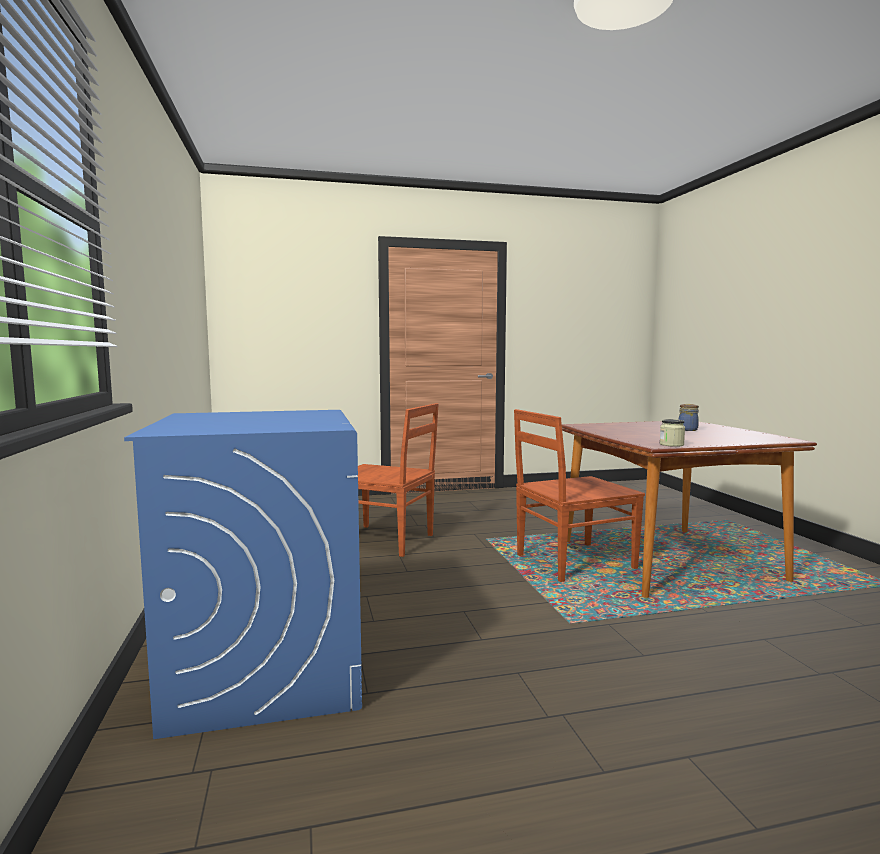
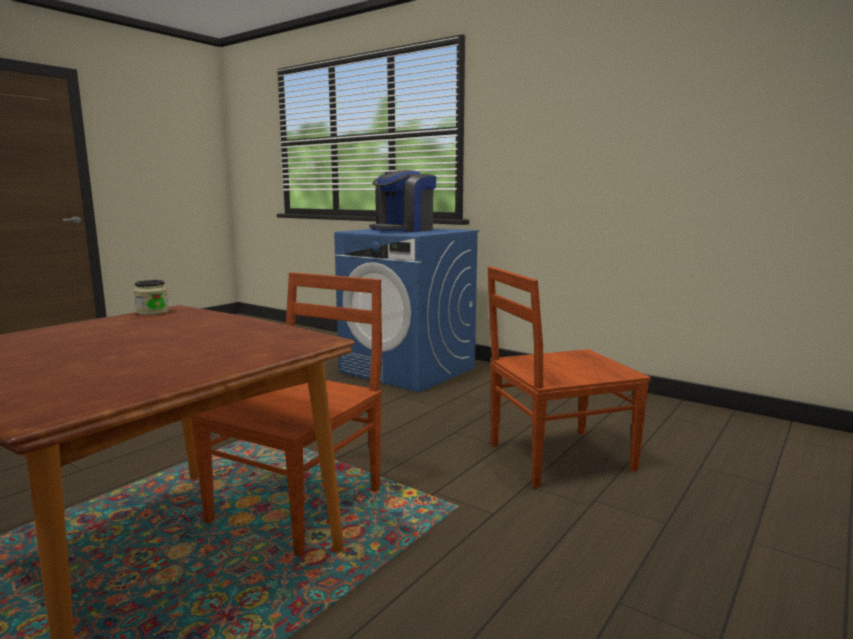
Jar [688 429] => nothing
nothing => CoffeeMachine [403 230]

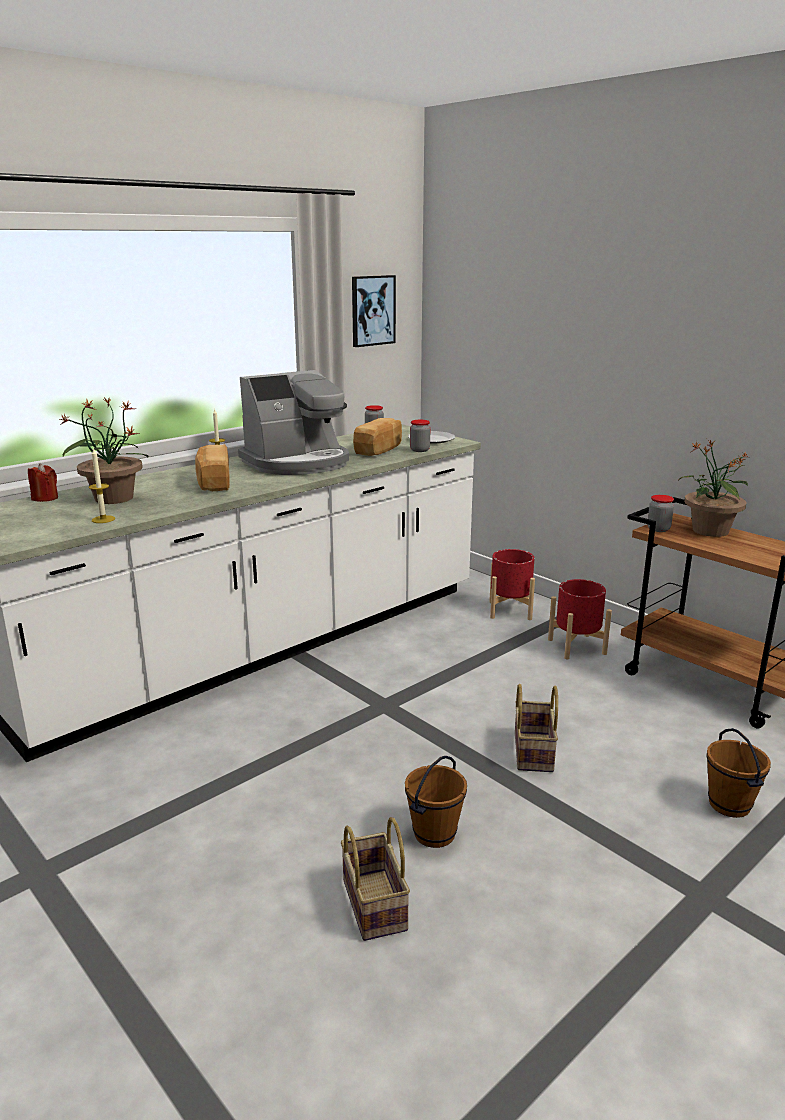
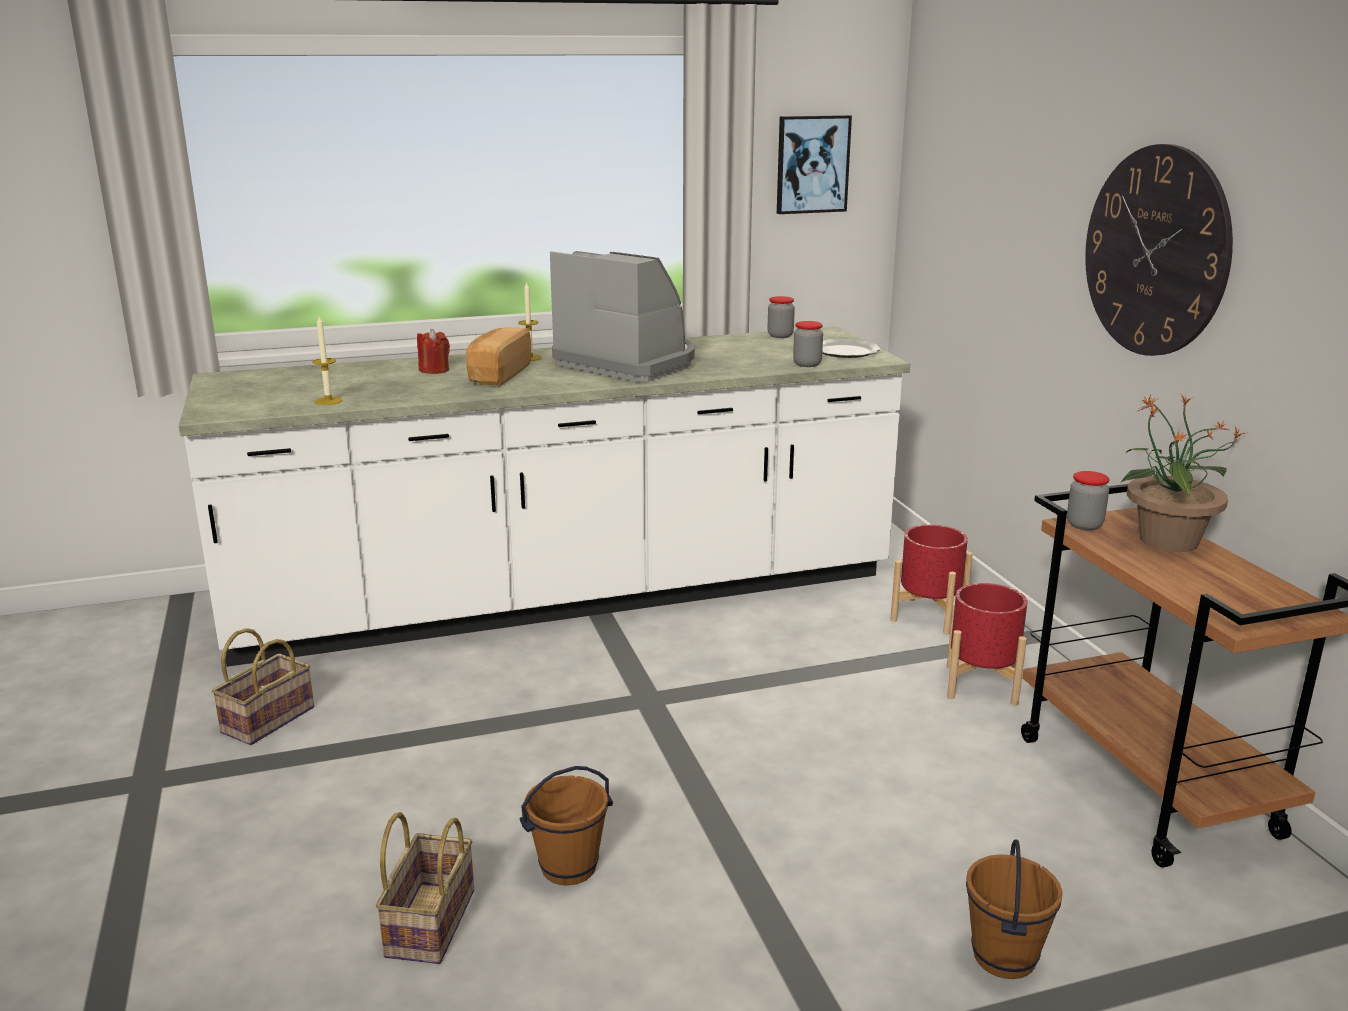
CoffeeMachine [298 463] => CoffeeMachine [628 362], 135 degrees counterclockwise
PottedPlant [113 498] => nothing
Bread [380 450] => nothing
RedCandle [45 498] => RedCandle [434 370], moved
Basket [531 751] => Basket [268 718], moved
nothing => WallClock [1155 251]

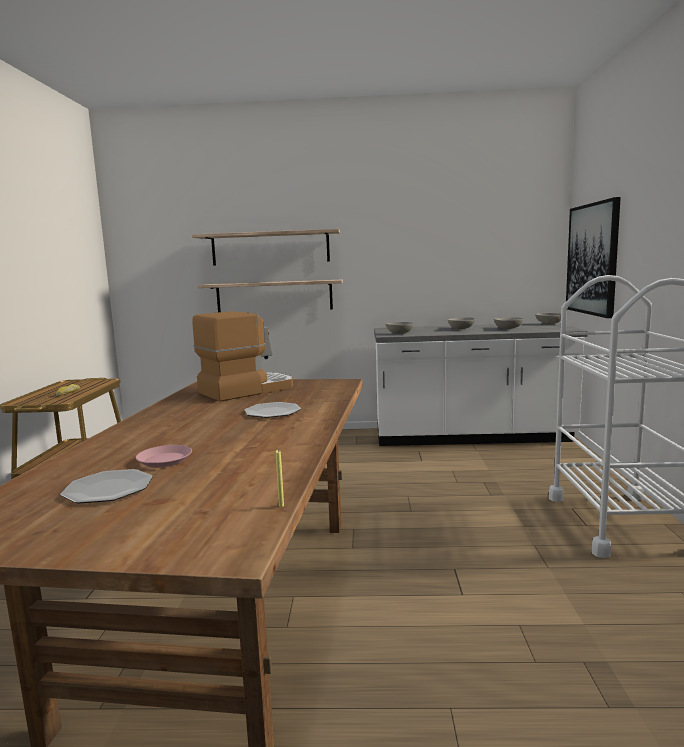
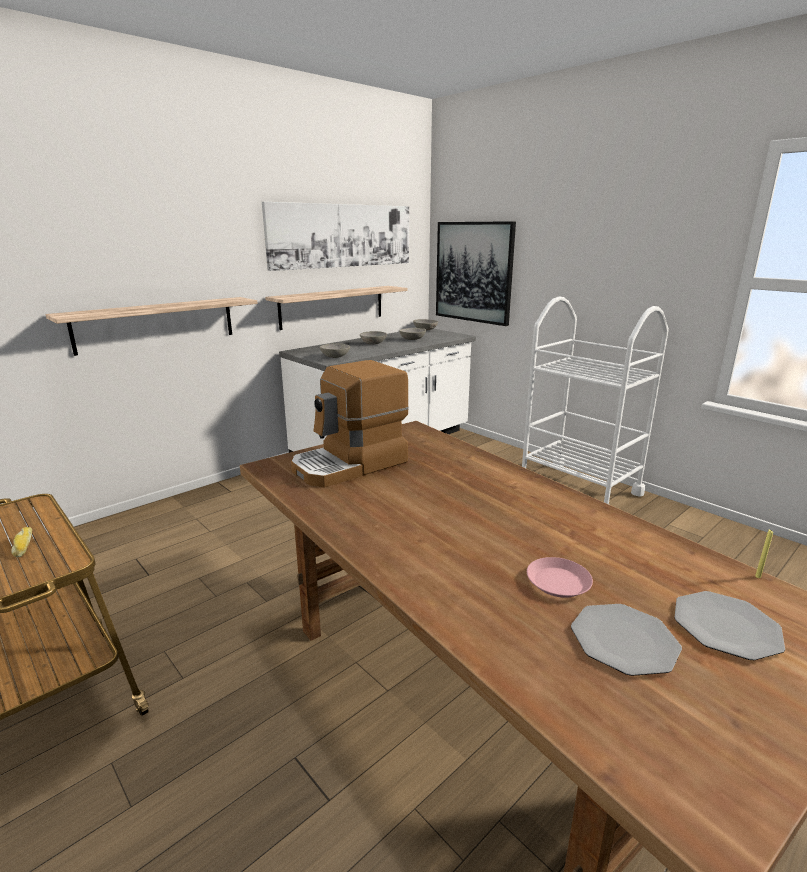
Shelf [270 248] => Shelf [332 306], moved
CoffeeMachine [246 390] => CoffeeMachine [350 465], 135 degrees counterclockwise
Plate [272 412] => Plate [725 626], moved
nothing => Picture [342 236]

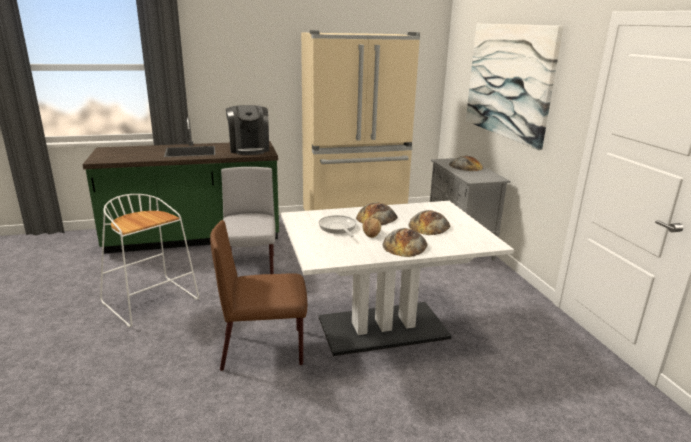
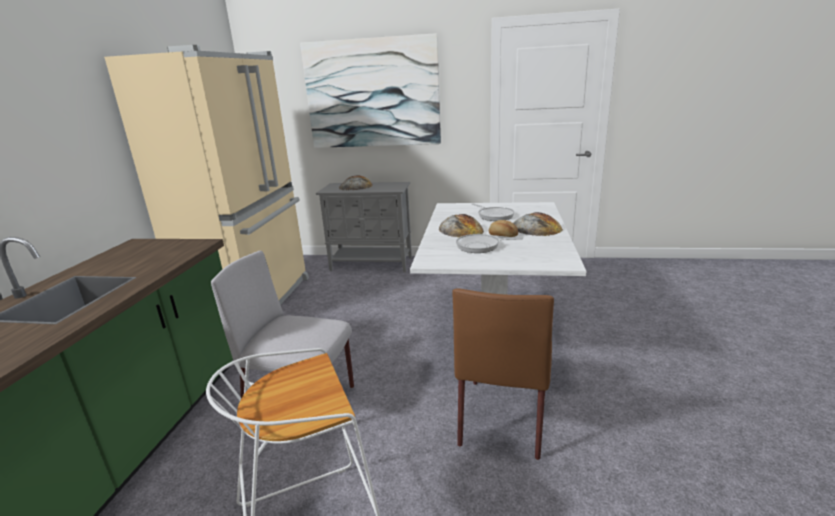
CoffeeMachine [249 149] => nothing
Bread [429 225] => FryingPan [494 216]

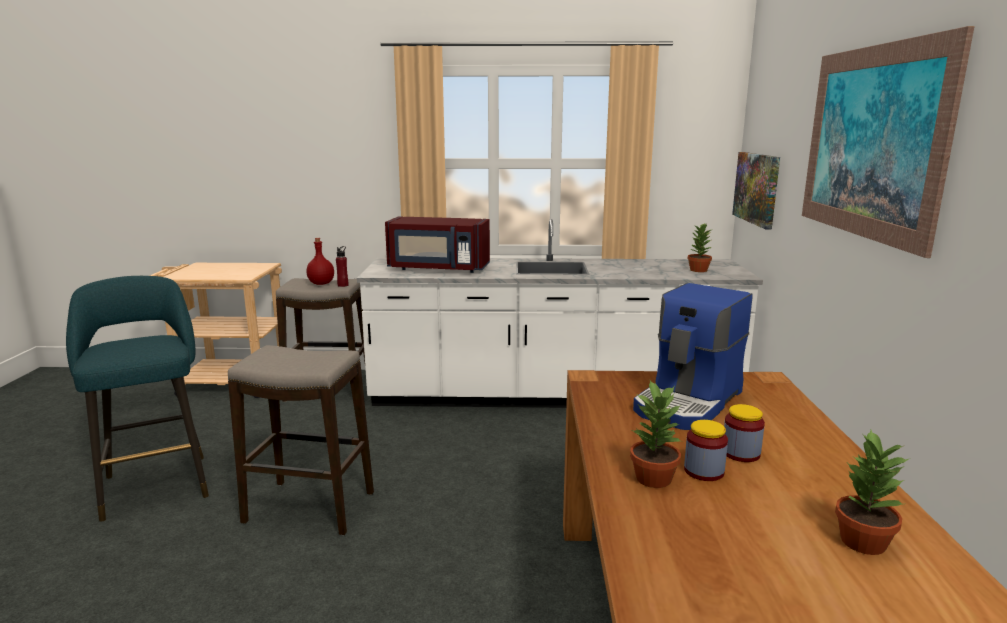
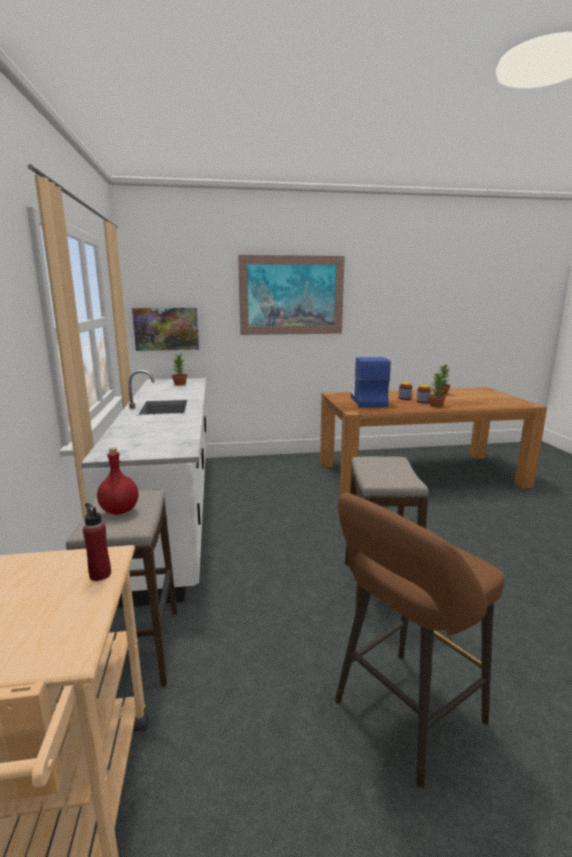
RedMicrowave [438 269] => nothing
RedBottle [343 285] => RedBottle [100 574], moved
TurquoiseStool [156 483] => BrownStool [403 715]
CoffeeMachine [689 402] => CoffeeMachine [367 401], 120 degrees counterclockwise

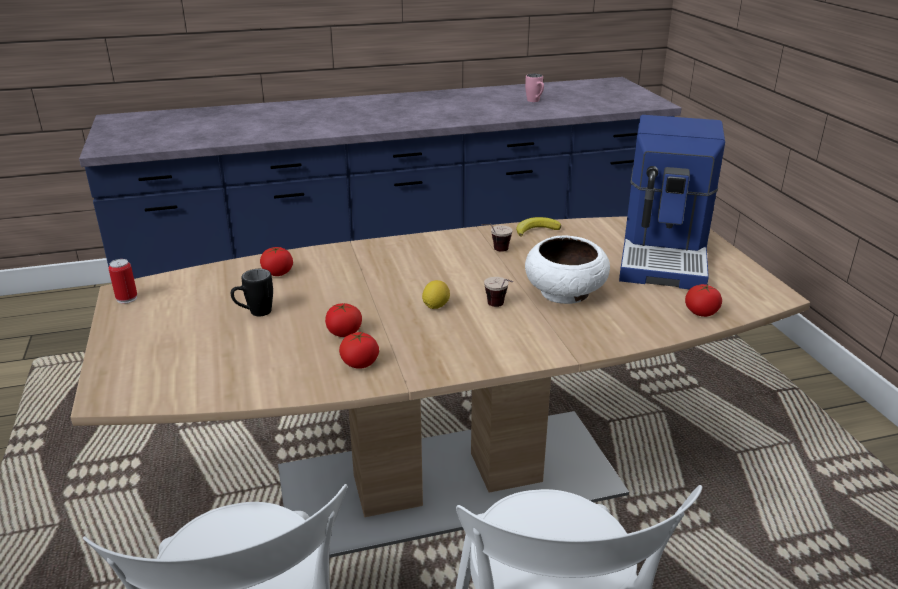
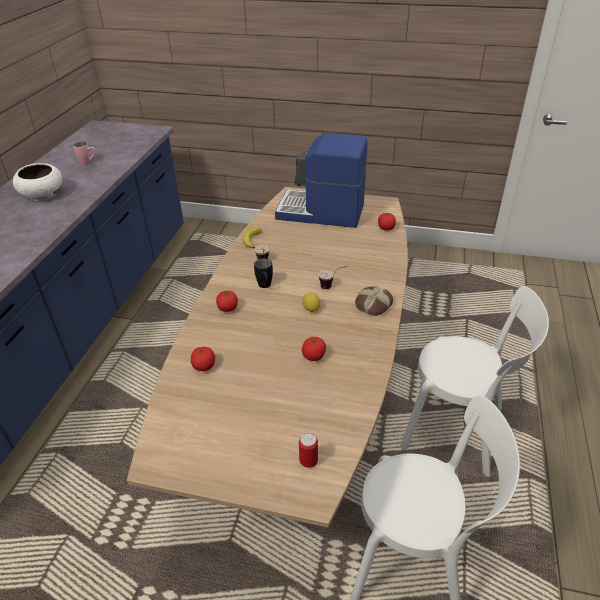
CoffeeMachine [665 254] => CoffeeMachine [321 212], 150 degrees clockwise
WhiteBowl [565 293] => WhiteBowl [43 195], moved
Can [127 298] => Can [308 461], moved
BlackMug [254 314] => BlackMug [265 287], moved
Tomato [359 363] => Tomato [228 308], moved
nothing => Bread [373 304]

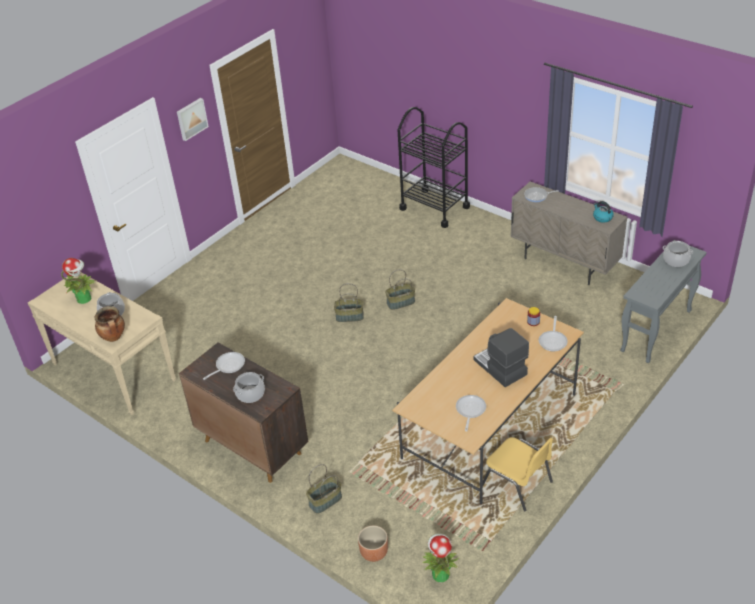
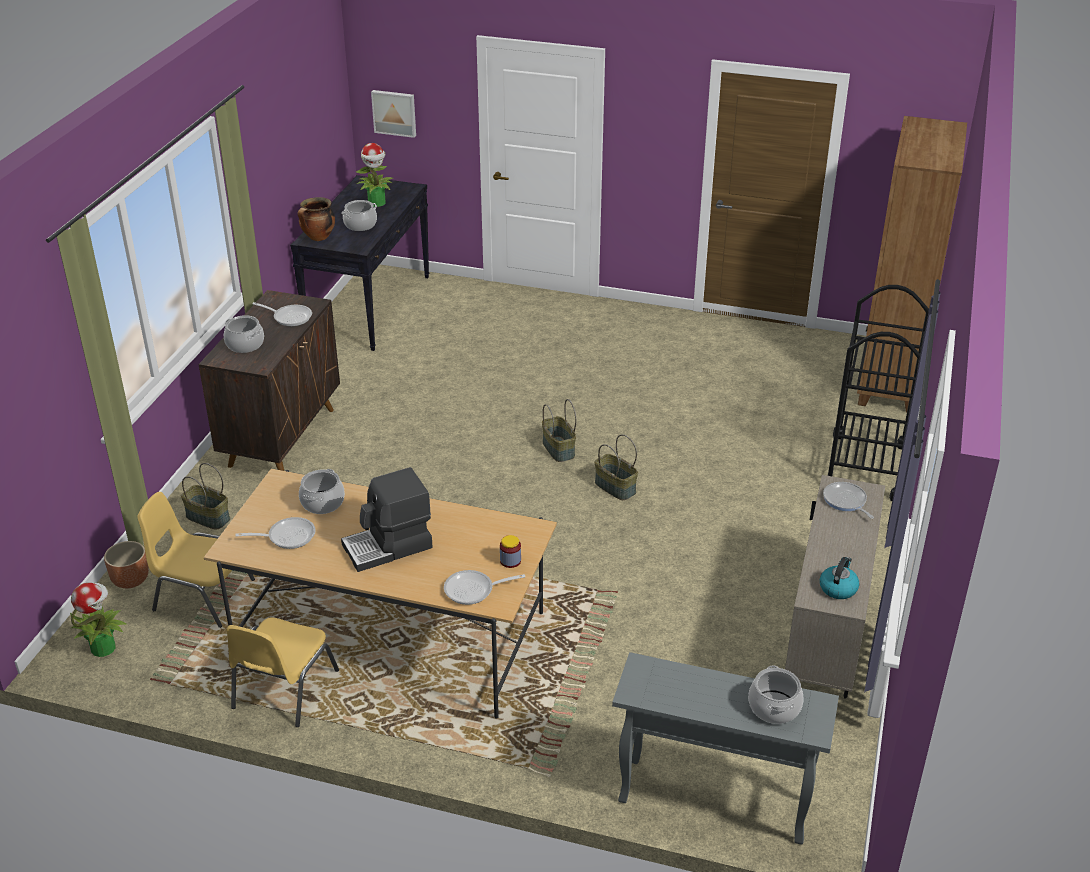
Picture [191 118] => Picture [394 112], moved
BeigeConsoleTable [113 372] => BlackConsoleTable [369 307]
CoffeeMachine [500 368] => CoffeeMachine [388 547], 150 degrees counterclockwise
nothing => BrownBookcase [889 380]
nothing => CookingPot [322 502]
nothing => YellowChair [202 595]

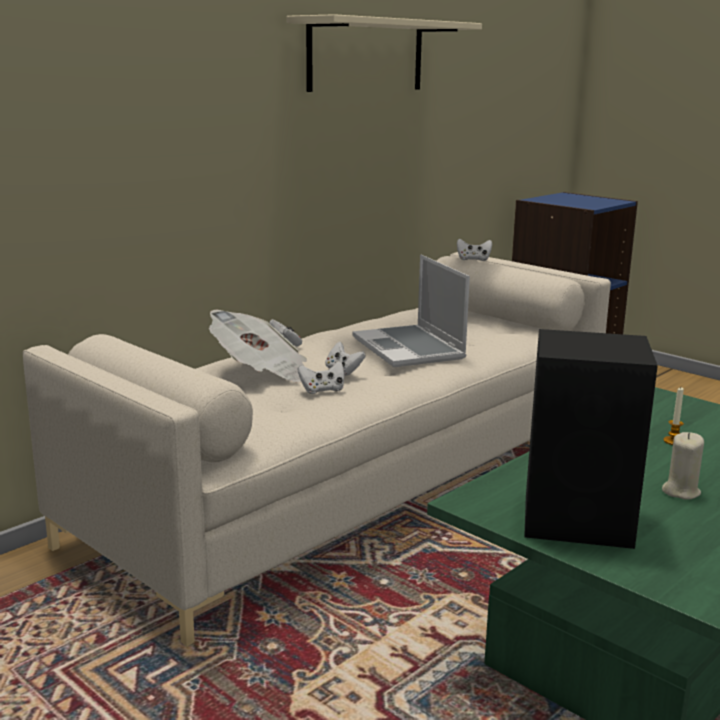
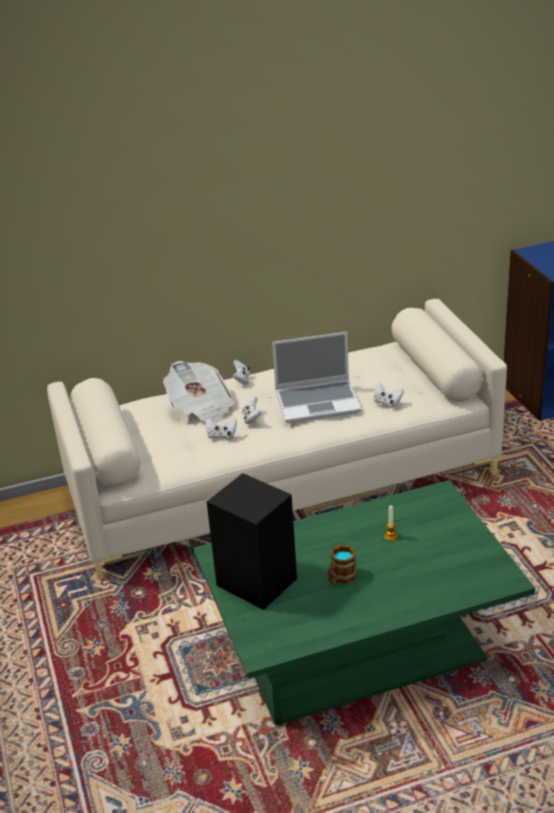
BeigeShelf [366 55] => nothing
WhiteGameController [473 259] => WhiteGameController [387 403], moved
Laptop [410 349] => Laptop [318 402], 105 degrees counterclockwise
BeigeCandle [680 491] => Mug [340 578]

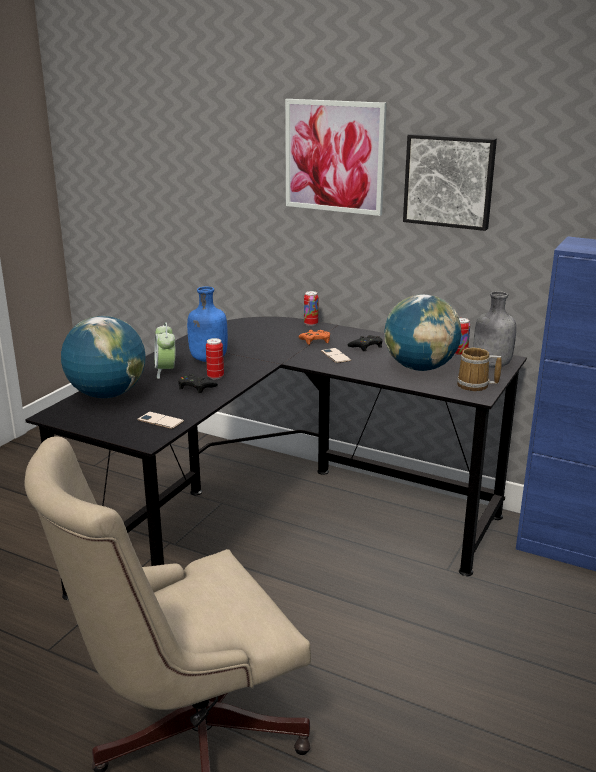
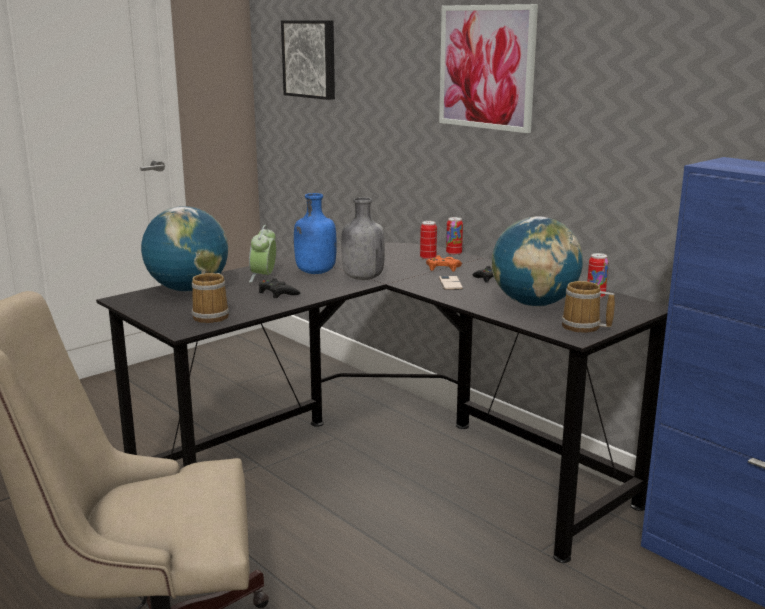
Picture [449 181] => Picture [311 59], moved
GreyBottle [490 365] => GreyBottle [362 278], moved
Can [215 376] => Can [428 258], moved
Phone [160 421] => Mug [213 316]

